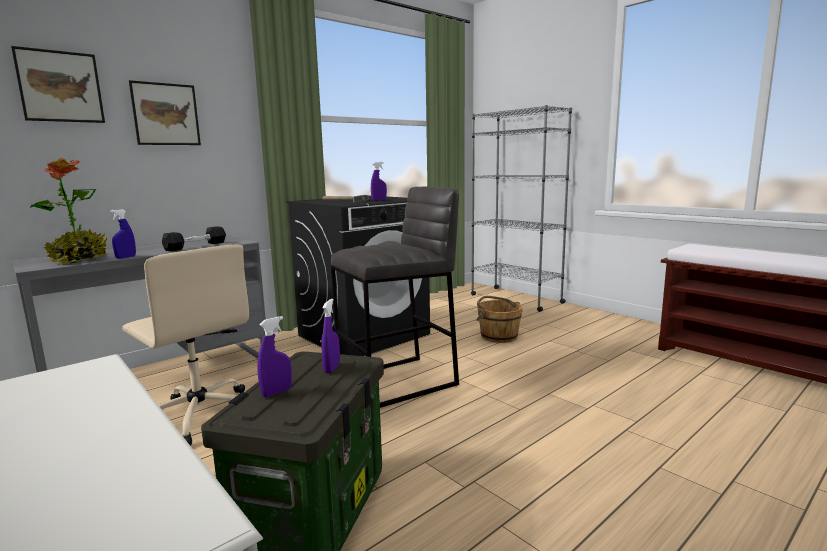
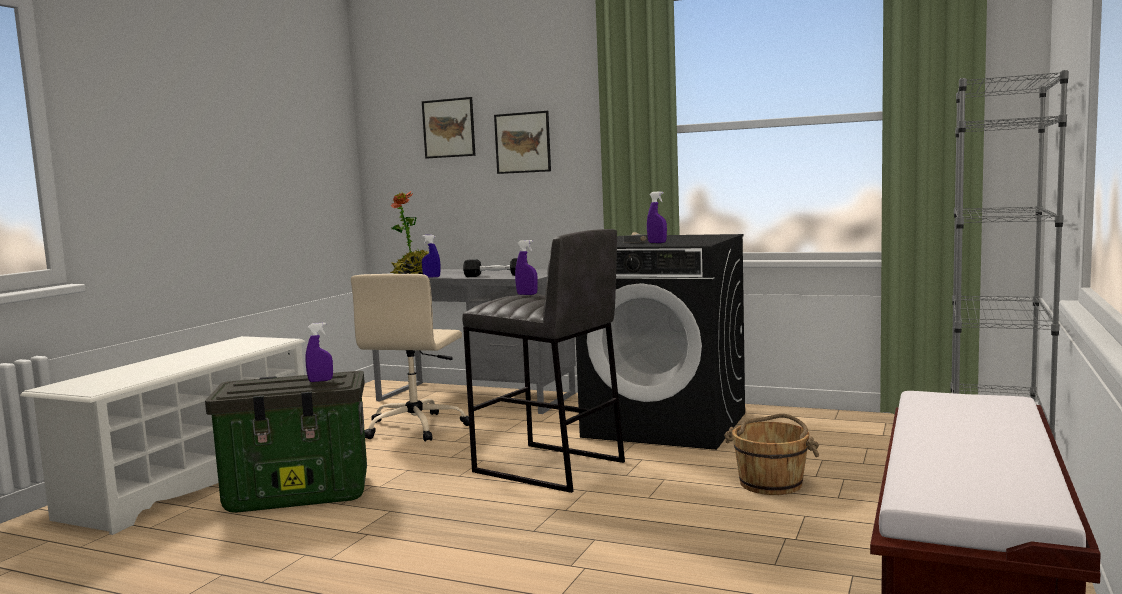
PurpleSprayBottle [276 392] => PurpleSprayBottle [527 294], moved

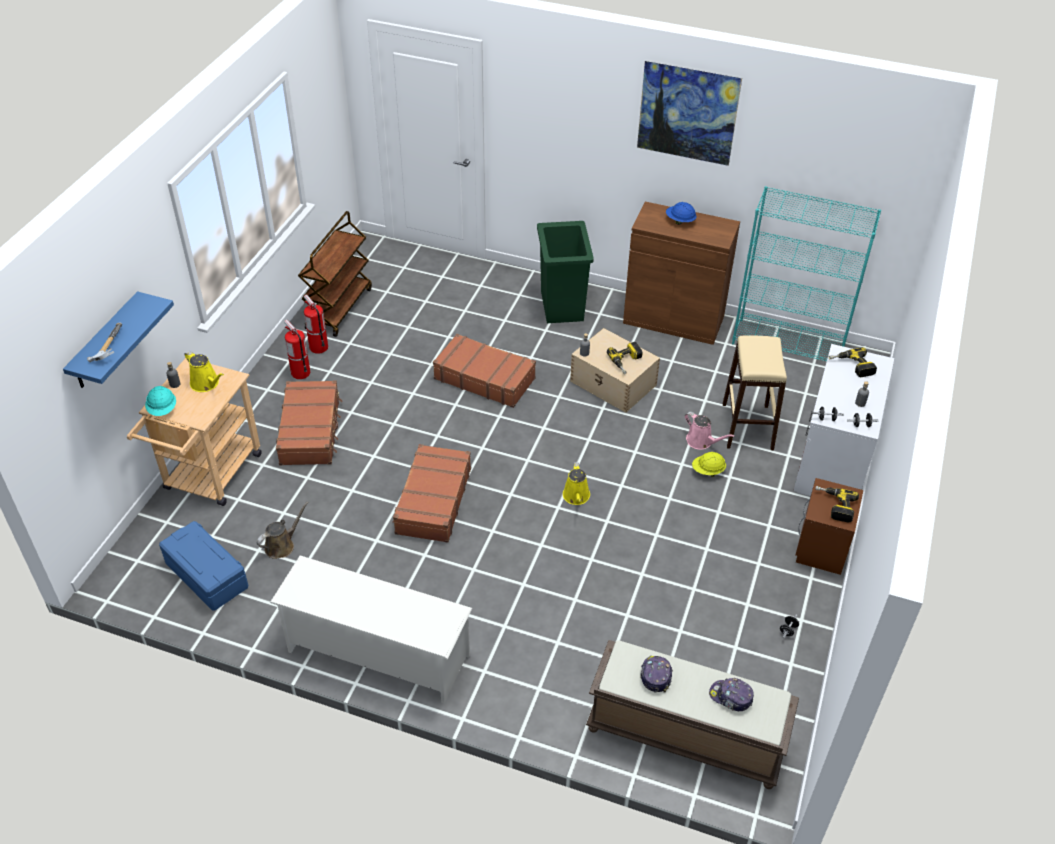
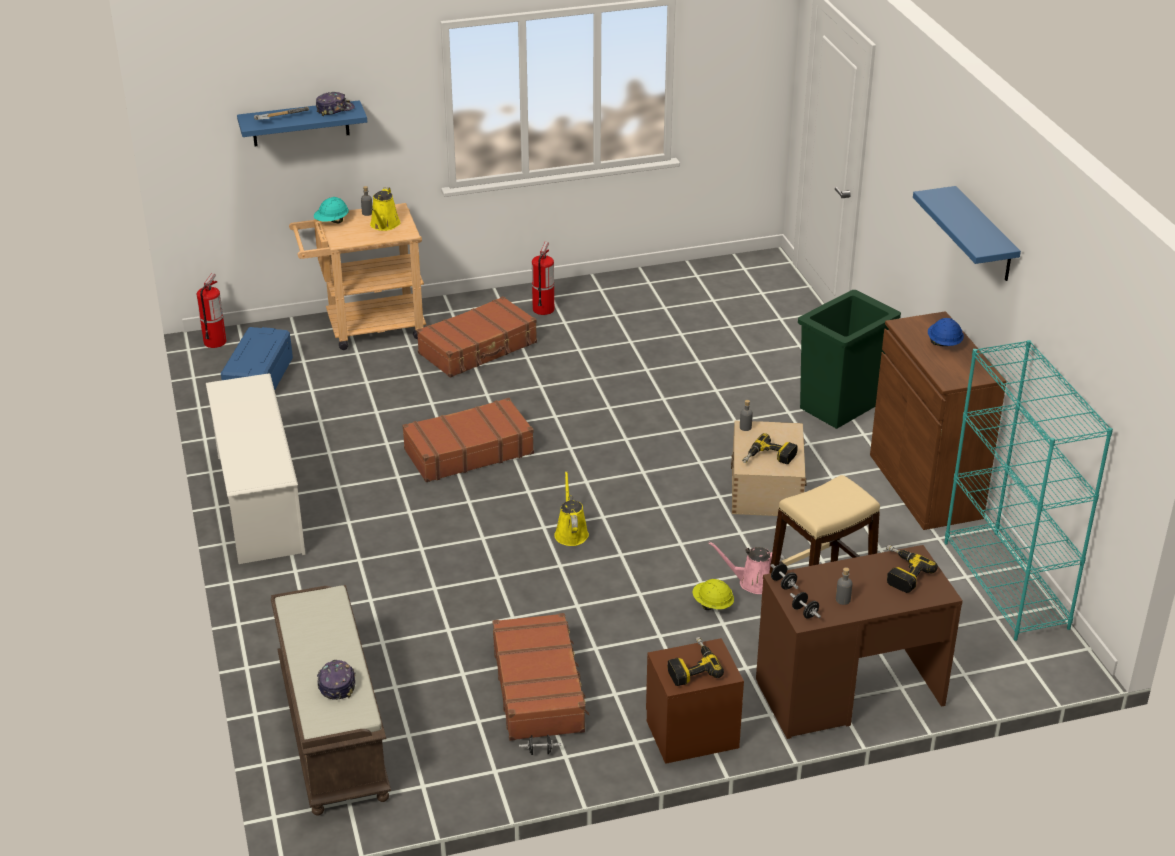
Picture [685 135] => BlueShelf [984 235]
BrownCart [339 308] => nothing
FireExtinguisher [318 347] => FireExtinguisher [215 342], moved
BrownSuitcase [484 378] => BrownSuitcase [539 688], moved
WhiteDesk [834 458] => BrownDesk [849 692]
PinkWateringCan [701 441] => PinkWateringCan [753 582], 90 degrees clockwise
YellowWateringCan [576 497] => YellowWateringCan [571 532], 120 degrees clockwise
BrownWateringCan [282 545] => nothing
Cap [655 675] => Cap [335 109], moved

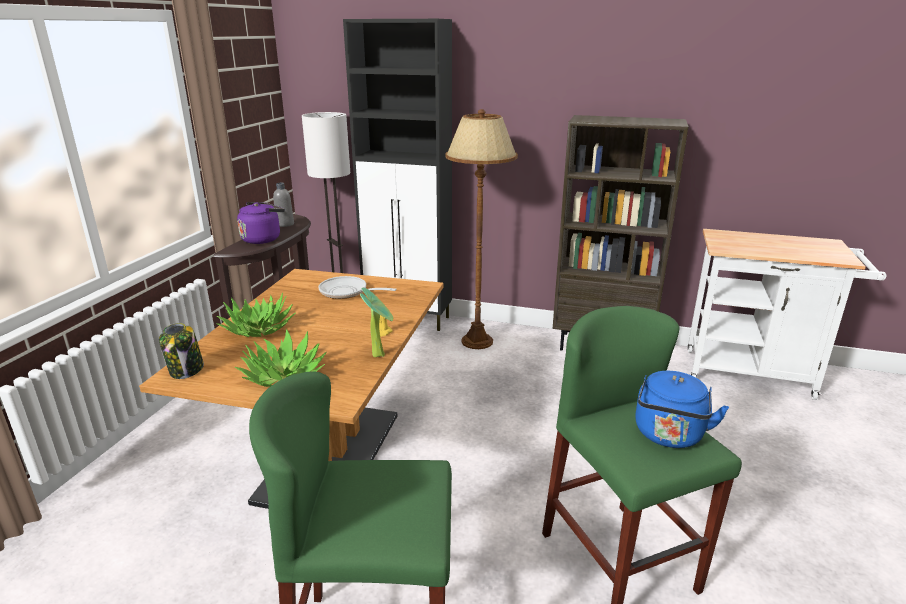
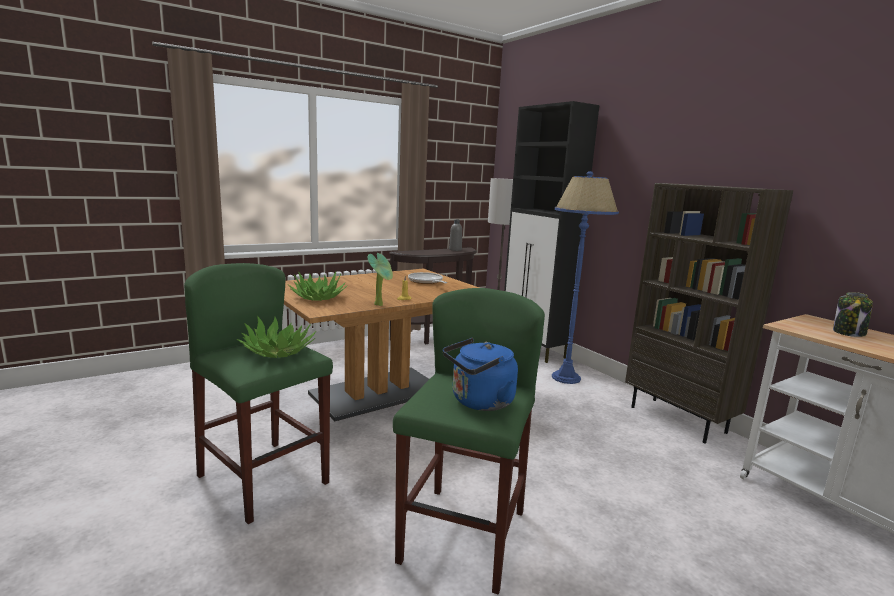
BrownFloorLamp [477 341] => BlueFloorLamp [566 377]
PurpleKettle [263 239] => nothing
PottedPlant [258 328] => PottedPlant [278 351], moved
Jar [186 370] => Jar [849 333], moved

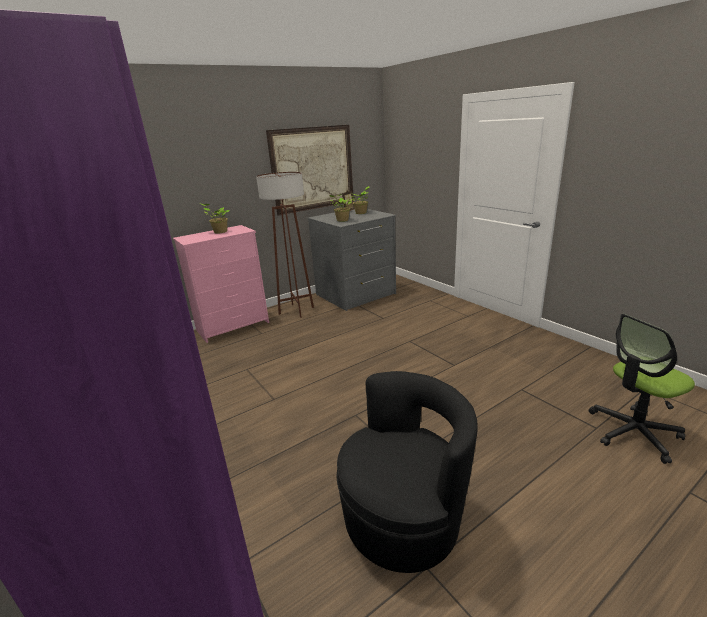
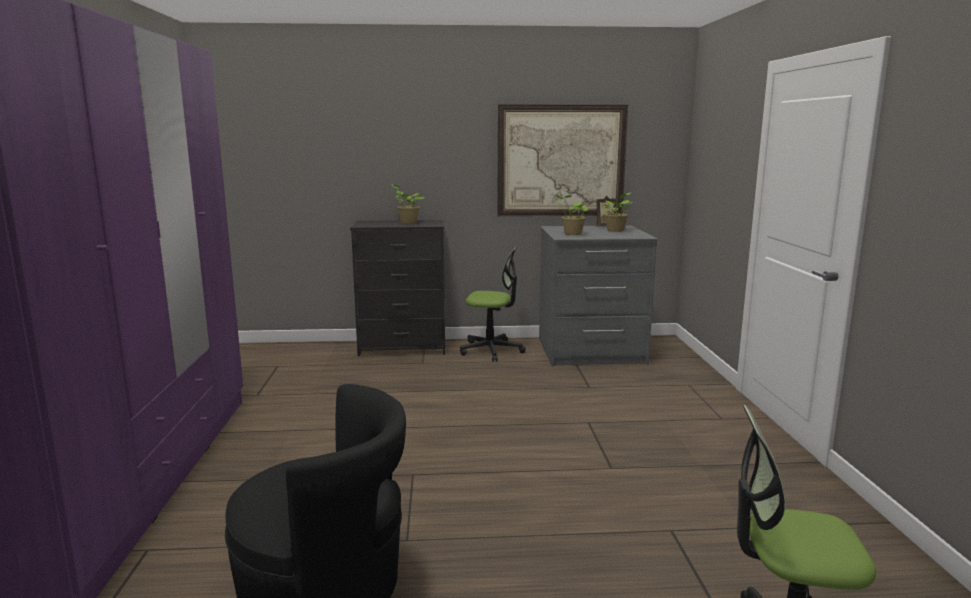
BrownFloorLamp [296 310] => OfficeChair [491 350]
PinkDresser [233 326] => BlackDresser [403 348]

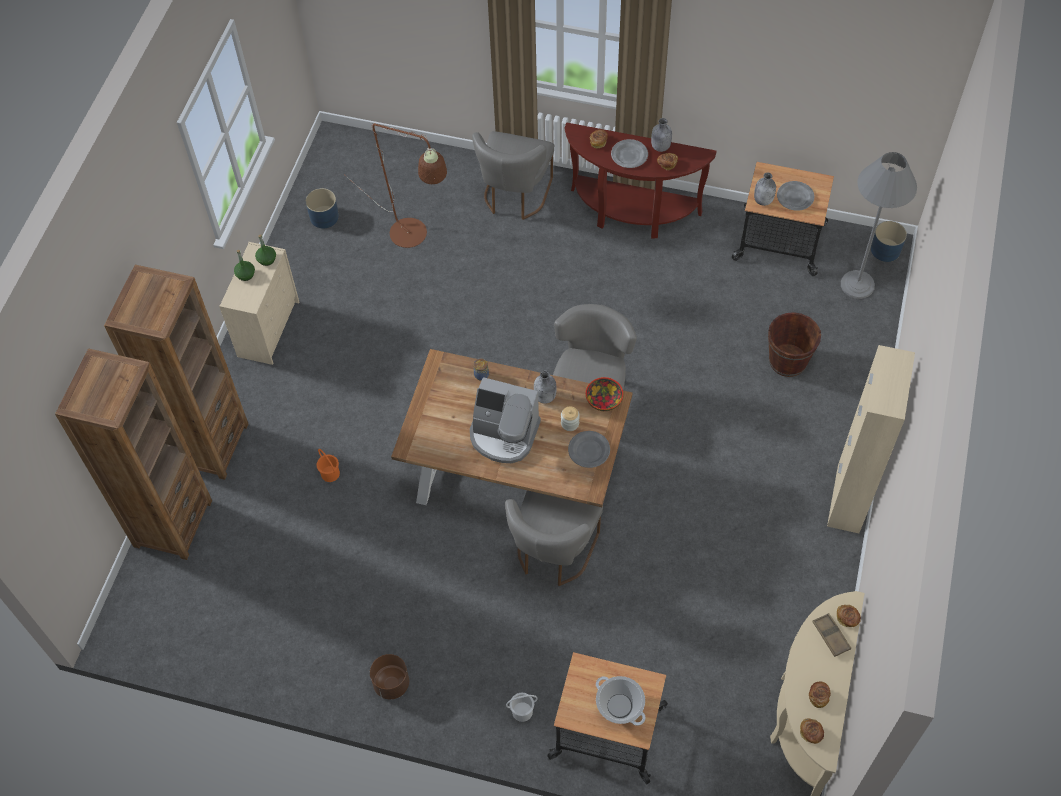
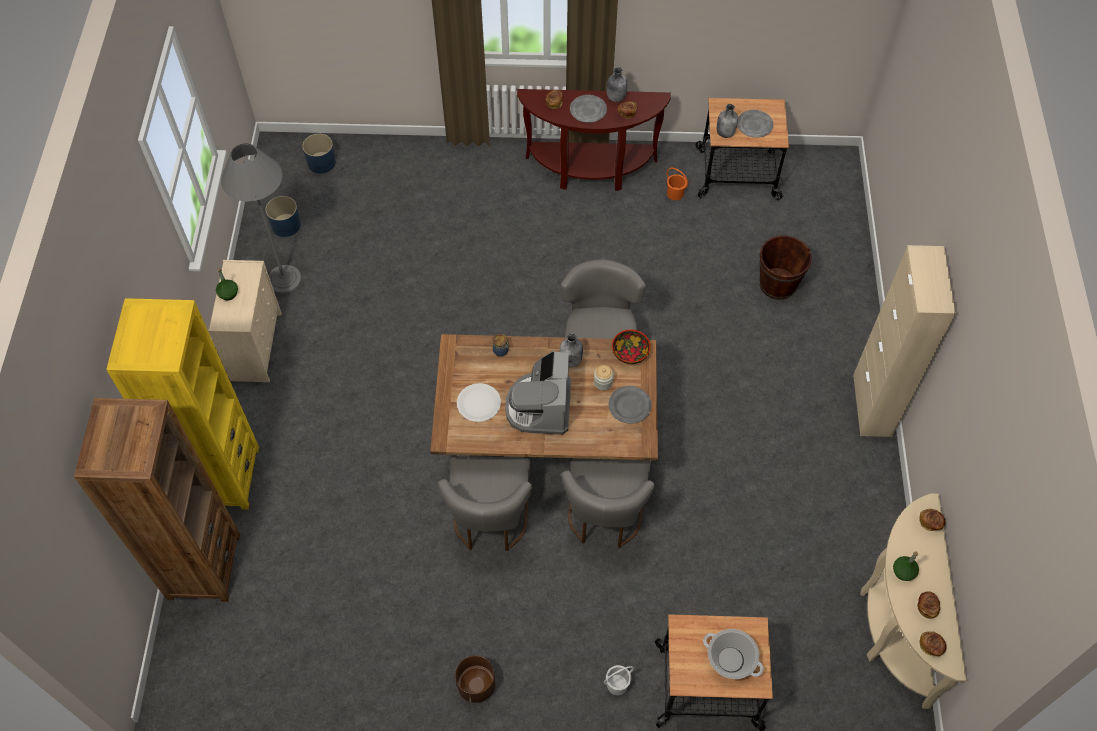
BrownFloorLamp [415 238] => nothing
GreyChair [515 196] => GreyChair [490 521], moved
GreyFloorLamp [857 285] => GreyFloorLamp [284 279], moved
BluePlanter [885 250] => BluePlanter [322 162], moved
GreenBottle [266 259] => GreenBottle [903 572], moved
BrownBookcase [210 445] => YellowBookcase [224 477]
CoffeeMachine [504 434] => CoffeeMachine [540 406], 90 degrees clockwise
OrangeBucket [330 473] => OrangeBucket [675 193], moved
BrownTray [831 636] => nothing
nothing => WhitePlate [478 403]

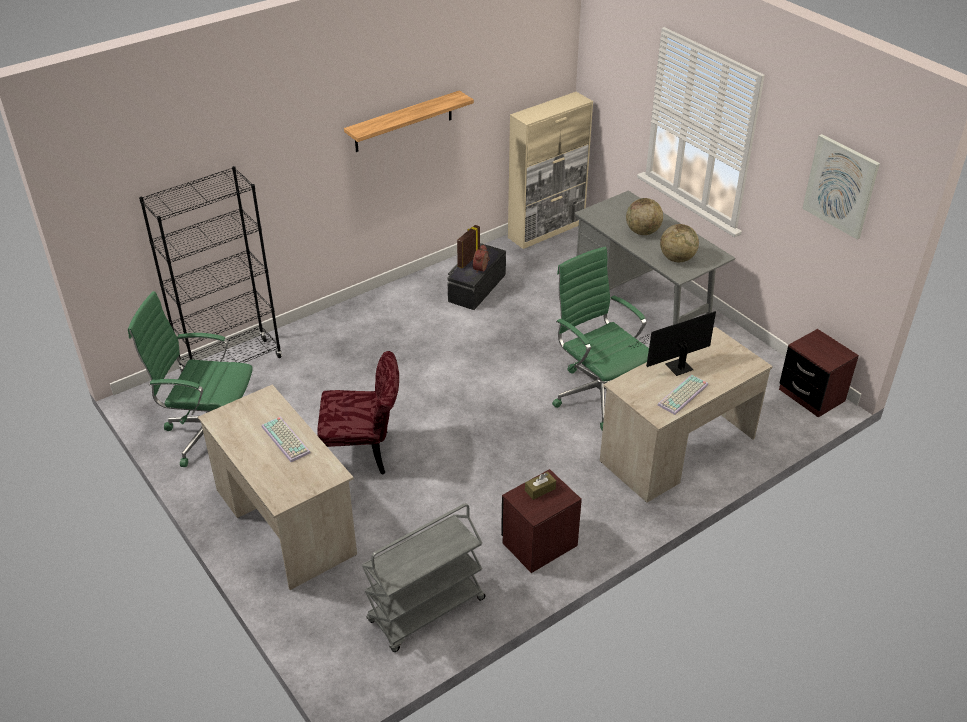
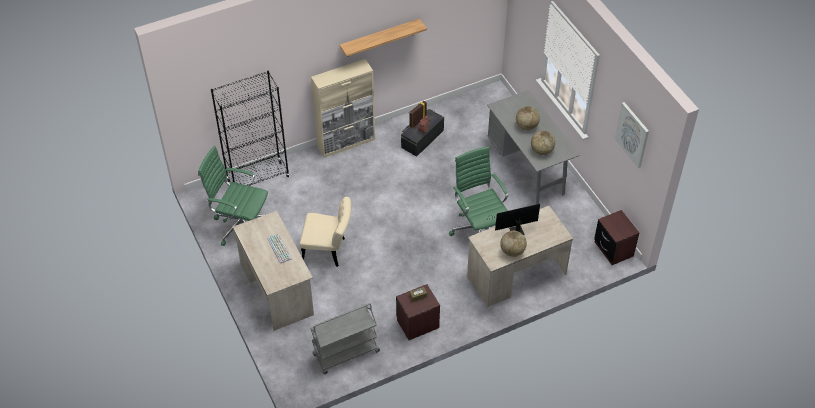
BeigeCabinet [547 230] => BeigeCabinet [346 143], moved
RedChair [364 453] => BeigeChair [328 251]
Keyboard [683 396] => Globe [512 251]

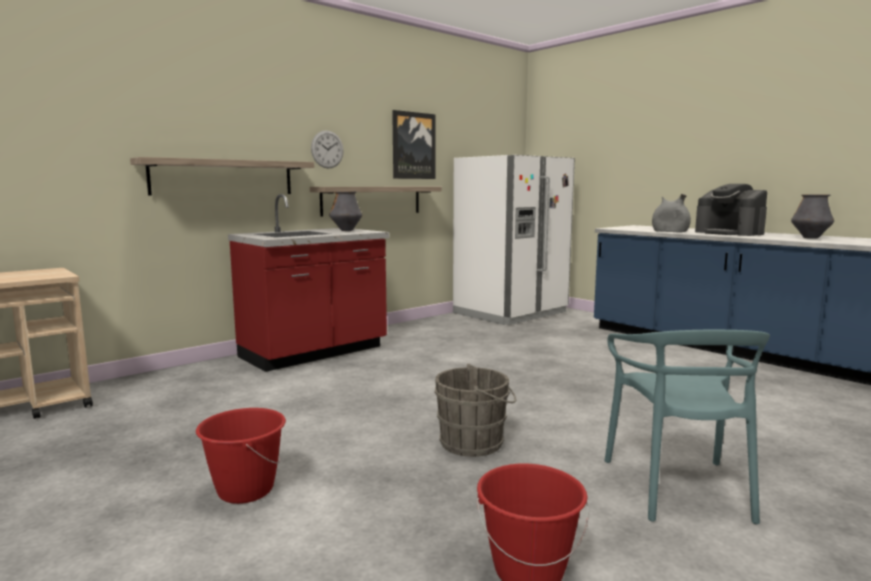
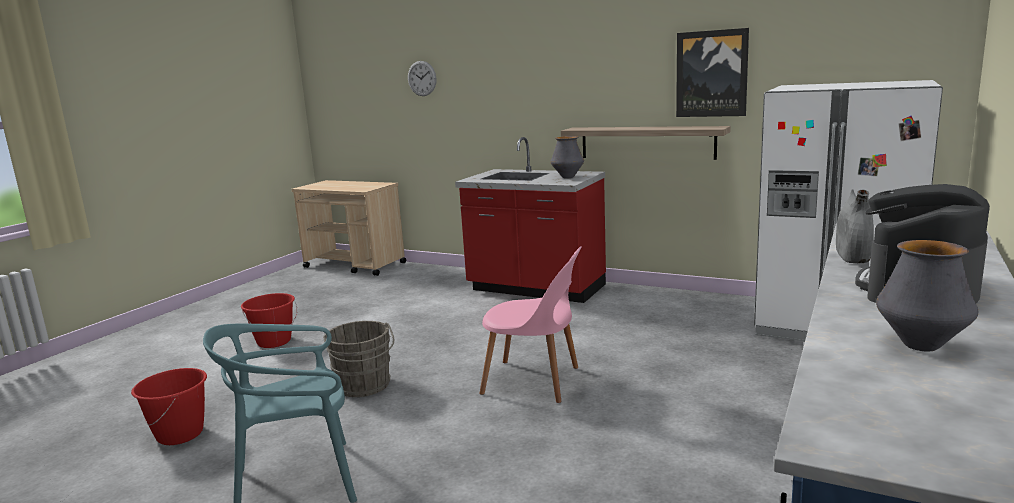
WallClock [327 149] => WallClock [422 78], moved
Shelf [223 177] => nothing
nothing => PinkChair [535 381]

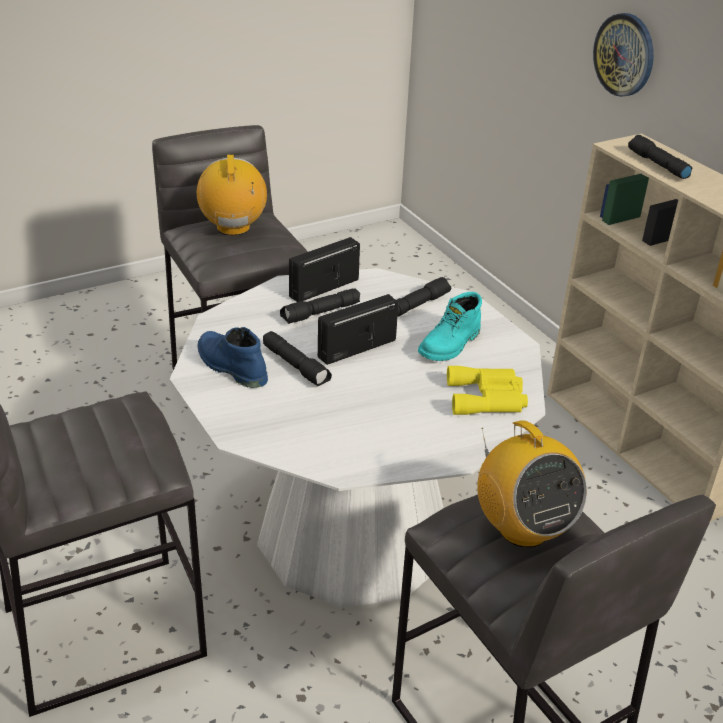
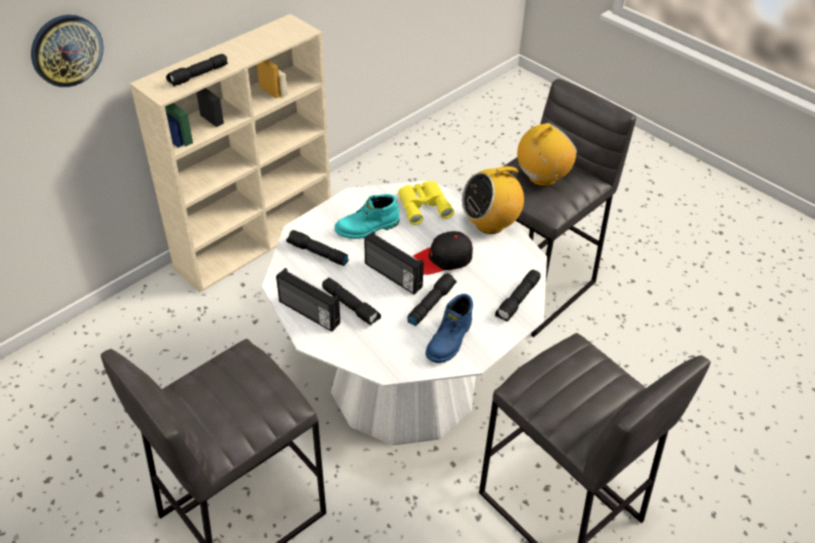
Radio [233 228] => Radio [490 224], moved
TurquoiseBoot [450 345] => TurquoiseBoot [367 228], 135 degrees clockwise
nothing => BlackCap [443 259]
nothing => BlackFlashlight [518 300]

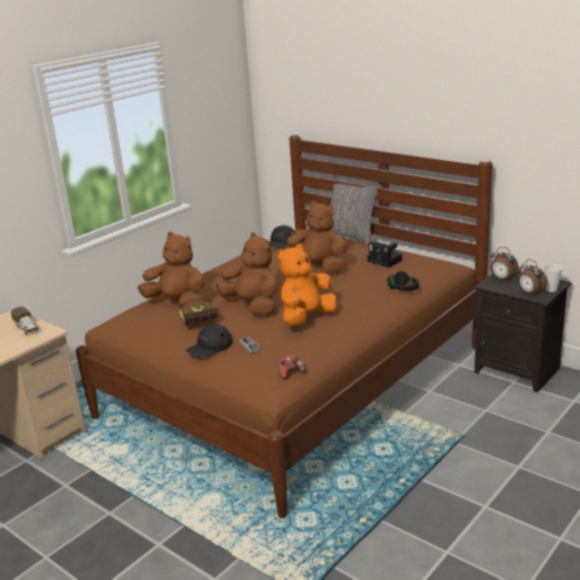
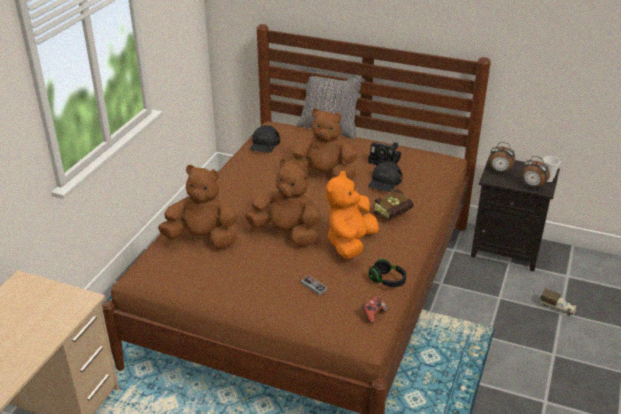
BlackHeadphones [403 289] => BlackHeadphones [387 280], moved
Book [203 322] => Book [395 213], moved
ToyTruck [27 328] => ToyTruck [557 307], moved
BlackCap [209 346] => BlackCap [385 181], moved

